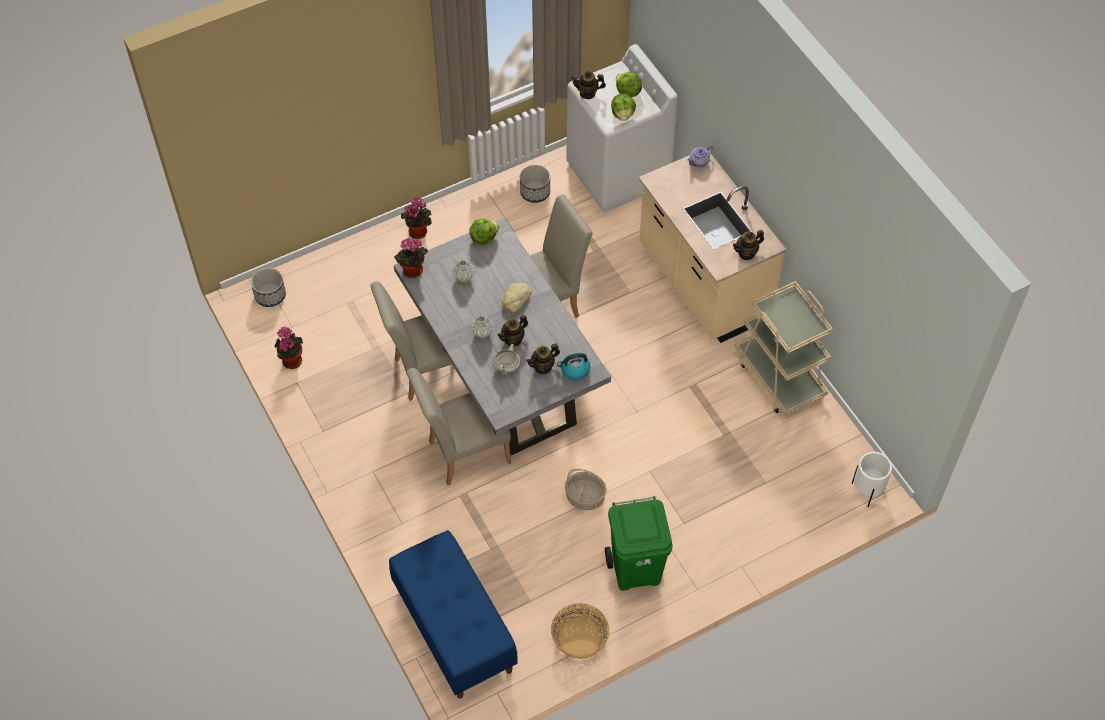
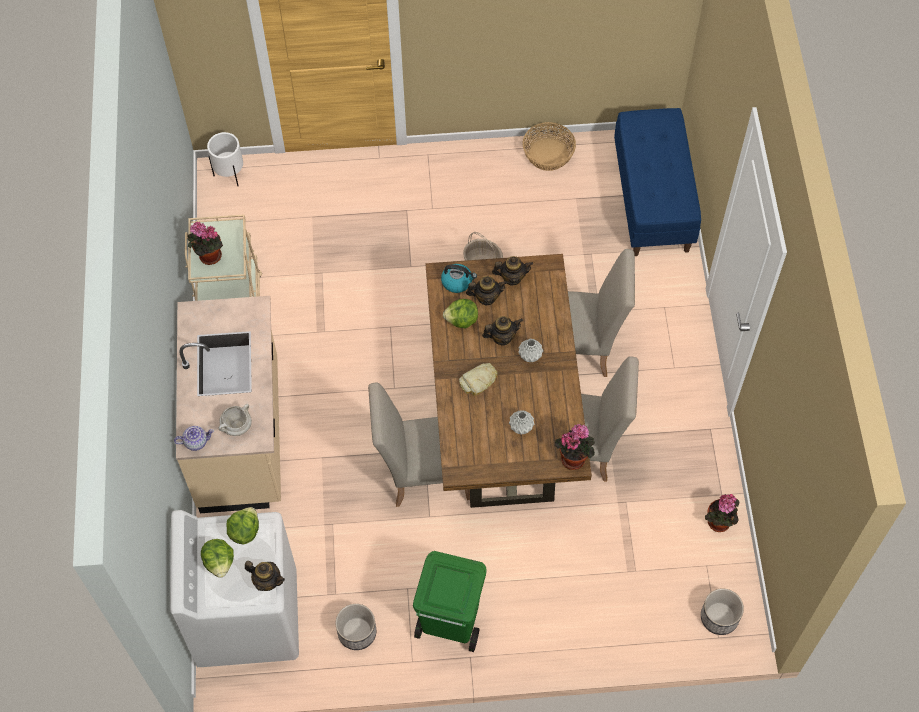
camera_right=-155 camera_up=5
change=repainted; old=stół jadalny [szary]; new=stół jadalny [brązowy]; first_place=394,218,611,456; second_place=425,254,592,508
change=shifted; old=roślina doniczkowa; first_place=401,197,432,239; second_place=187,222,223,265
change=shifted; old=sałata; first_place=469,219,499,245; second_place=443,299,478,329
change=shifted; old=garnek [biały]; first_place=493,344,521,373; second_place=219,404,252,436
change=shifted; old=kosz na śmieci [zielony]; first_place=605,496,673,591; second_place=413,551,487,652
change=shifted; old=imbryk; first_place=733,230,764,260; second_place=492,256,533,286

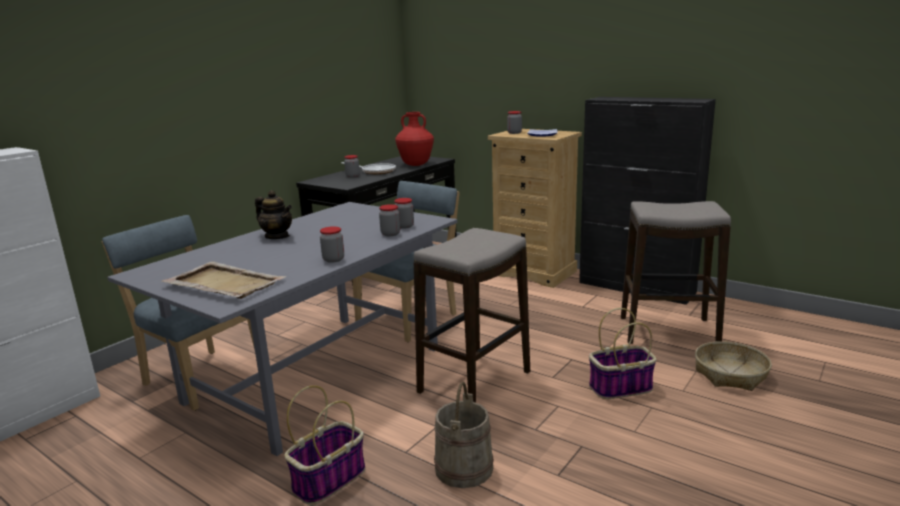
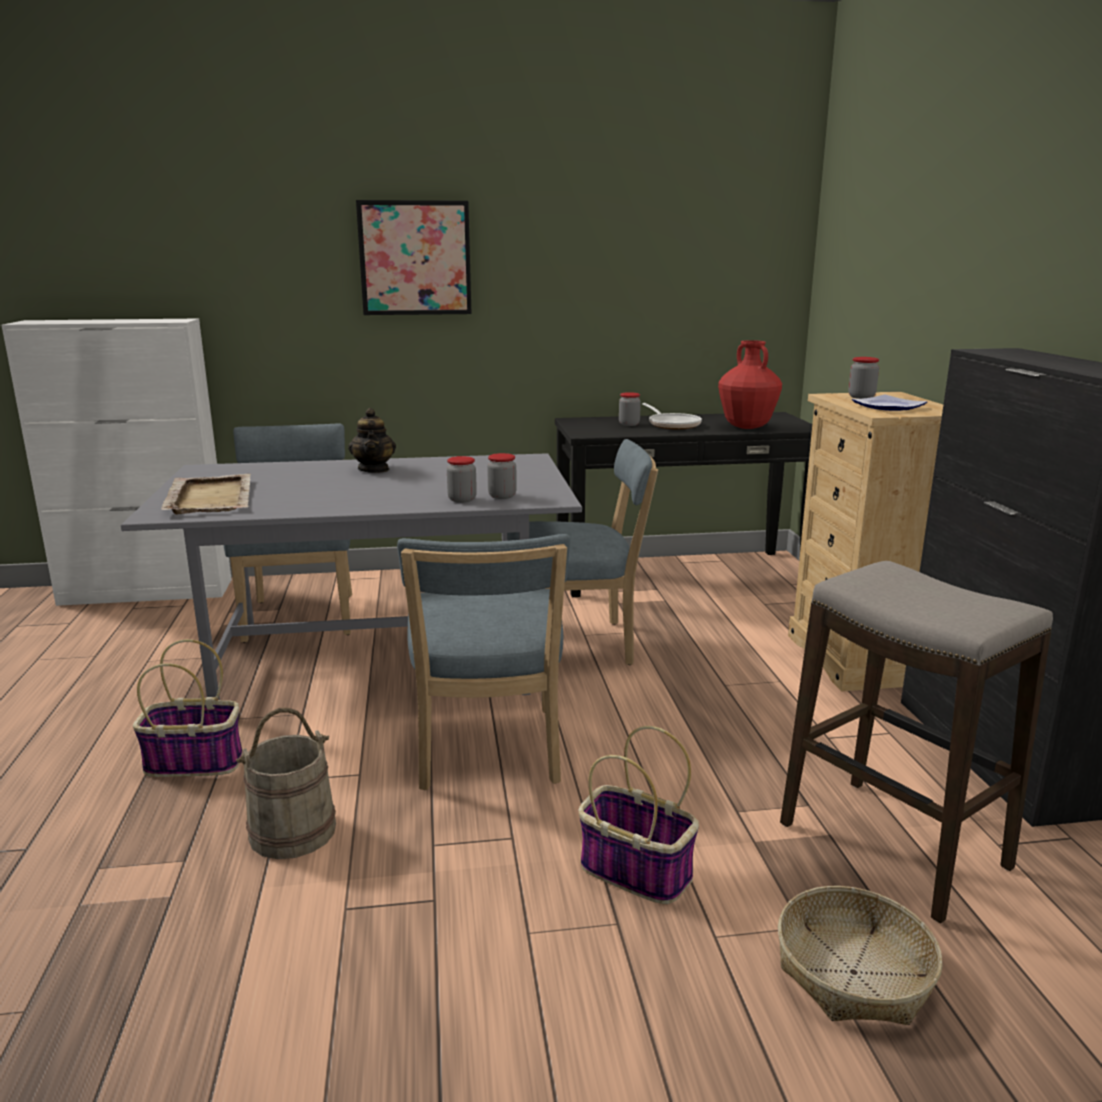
camera_right=45 camera_up=0
change=gone; old=słoik; first_place=320,226,344,263
change=swapped; old=stołek; new=krzesło [niebieski]; first_place=414,228,530,403; second_place=397,534,570,790
change=new; new=obraz; second_place=356,200,472,315

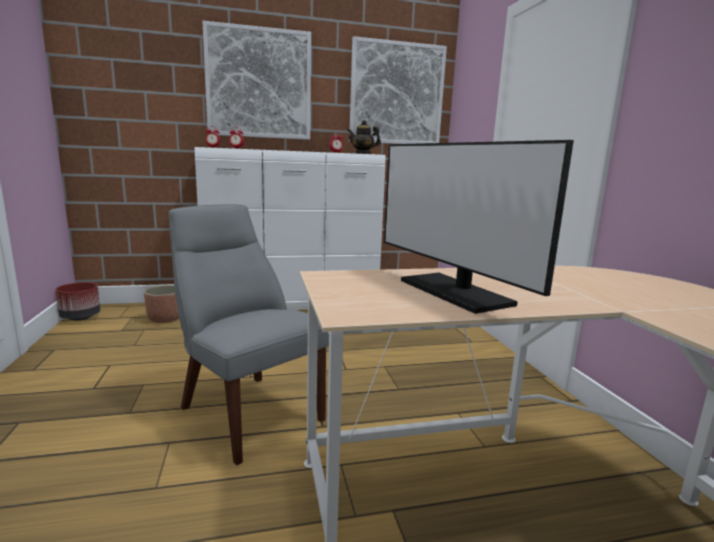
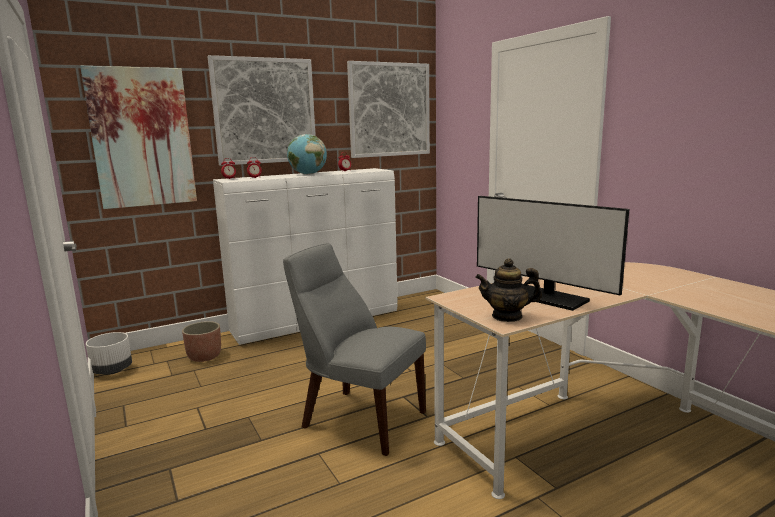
camera_right=-15 camera_up=0
change=repainted; old=donica [czerwony]; new=donica [biały]; first_place=55,282,100,321; second_place=86,332,132,375
change=shifted; old=imbryk; first_place=347,120,381,154; second_place=475,258,542,322
change=new; new=obraz; second_place=80,66,197,209
change=new; new=globus; second_place=287,134,327,175

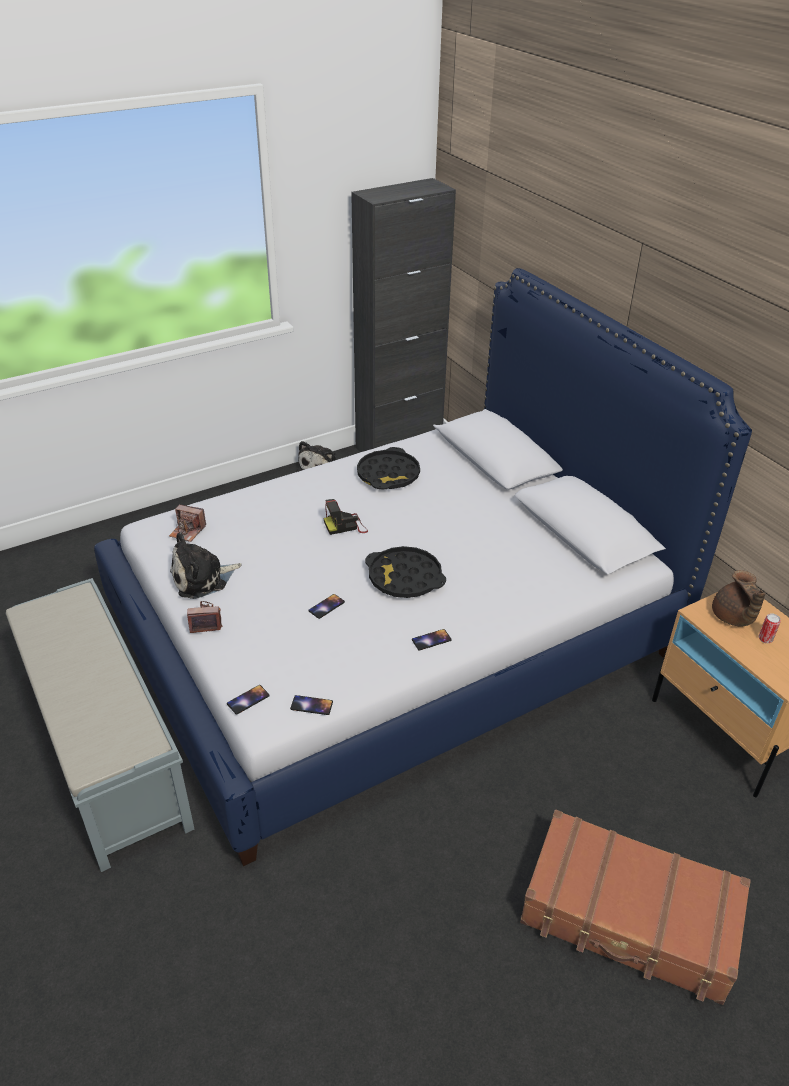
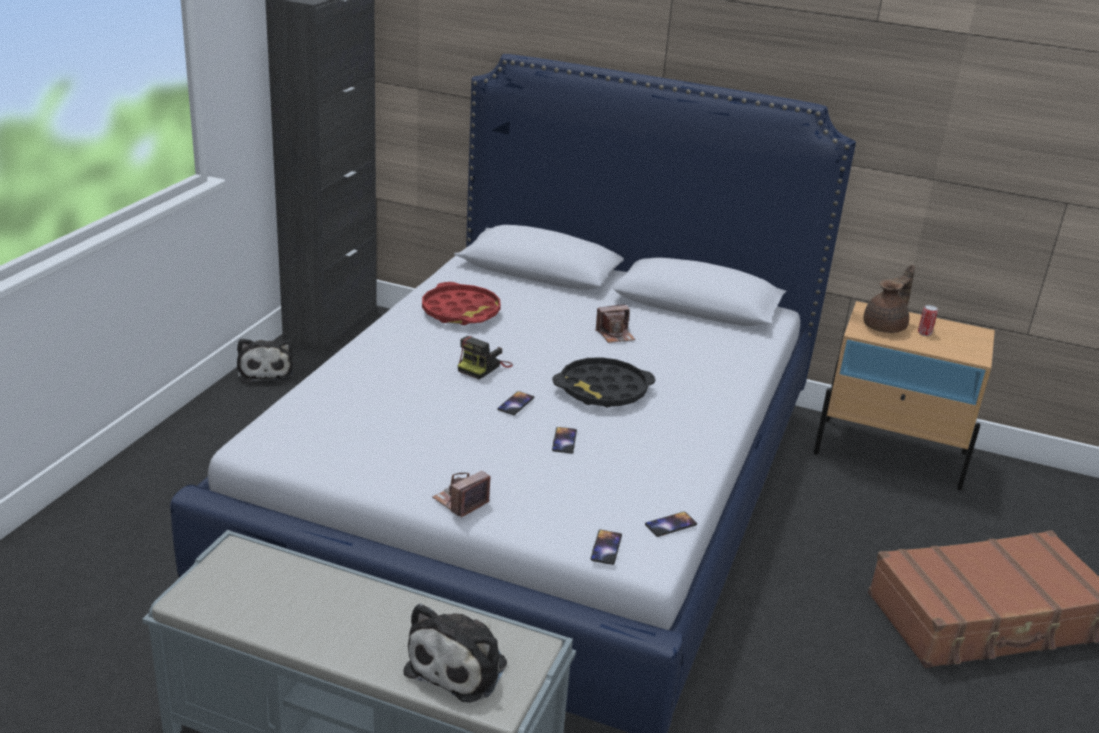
camera_right=-40 camera_up=-10
change=shifted; old=aparat fotograficzny; first_place=169,505,206,542; second_place=596,304,635,343
change=shifted; old=pluszak; first_place=170,532,242,599; second_place=403,604,507,703
change=repainted; old=taca [czarny]; new=taca [czerwony]; first_place=357,447,420,490; second_place=422,282,501,325
change=shifted; old=telefon; first_place=412,629,452,651; second_place=497,391,534,415
change=rotated; old=imbryk [brązowy]; first_place=712,570,765,626; second_place=864,265,915,333; degrees=-90

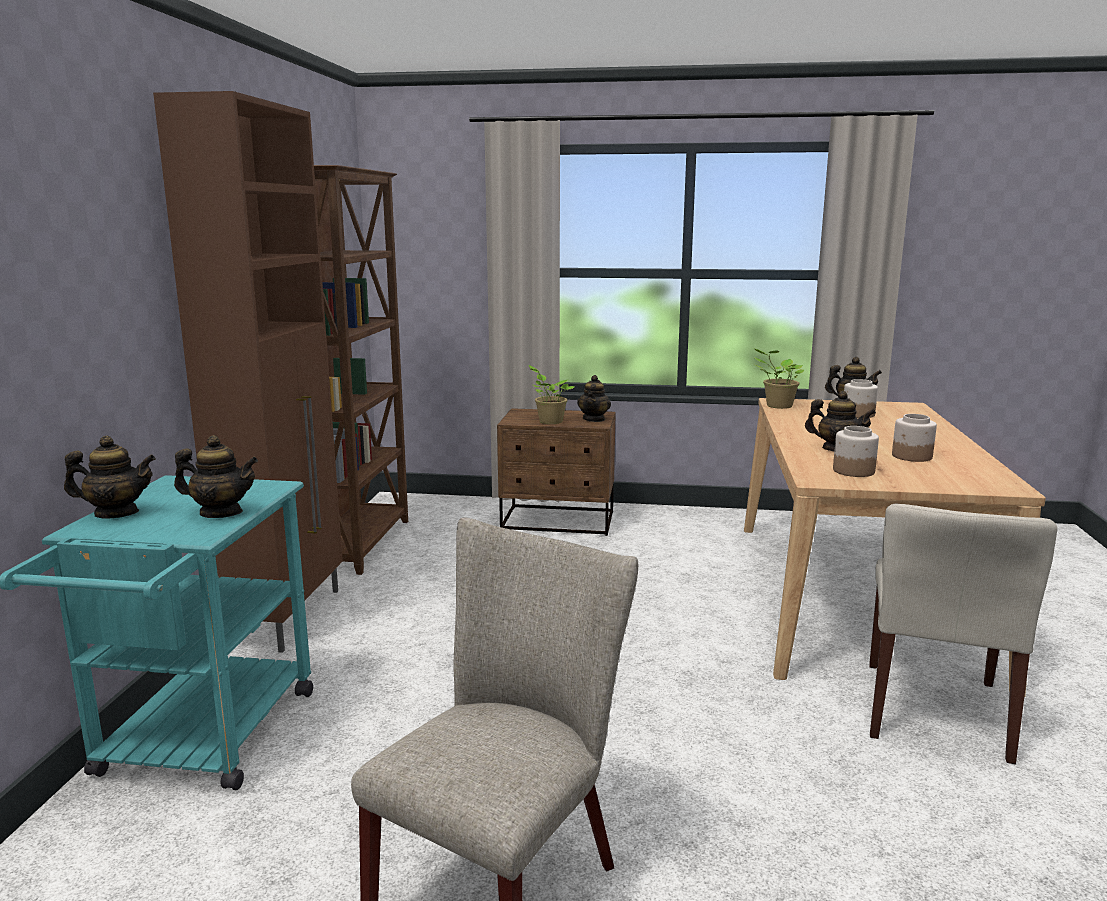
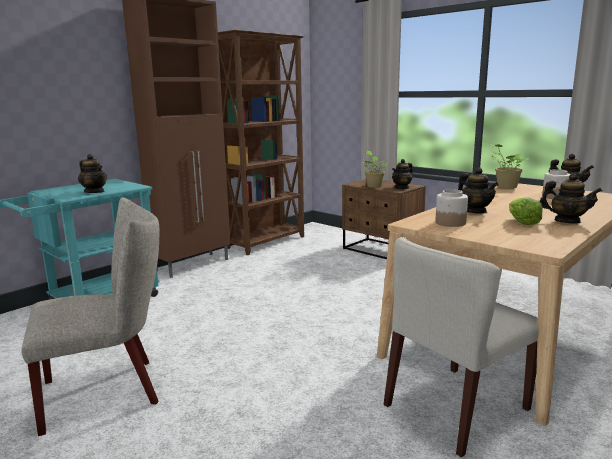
camera_right=35 camera_up=0
change=shifted; old=imbryk; first_place=64,436,156,519; second_place=540,173,602,223
change=swapped; old=słoik; new=sałata; first_place=892,414,937,462; second_place=509,197,543,225

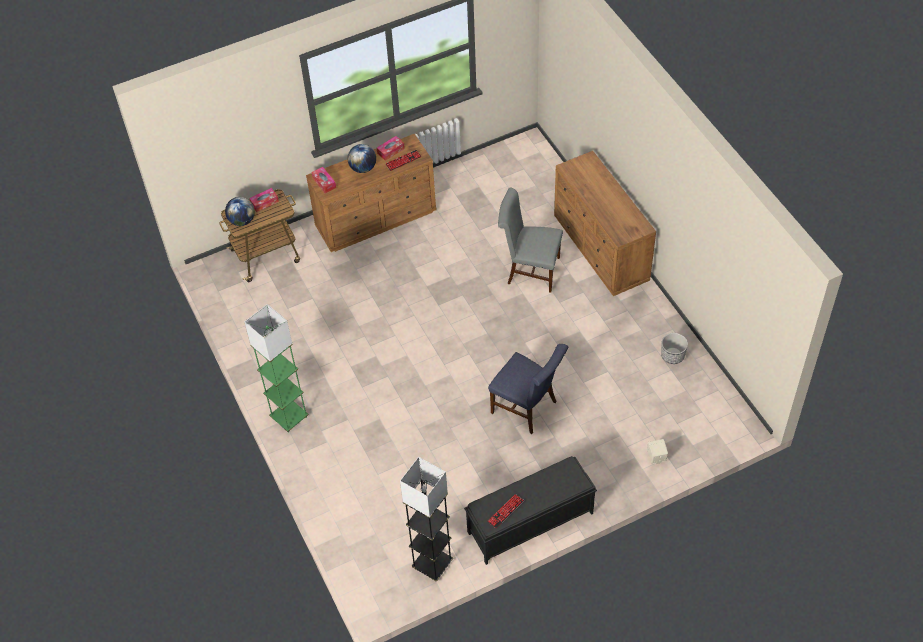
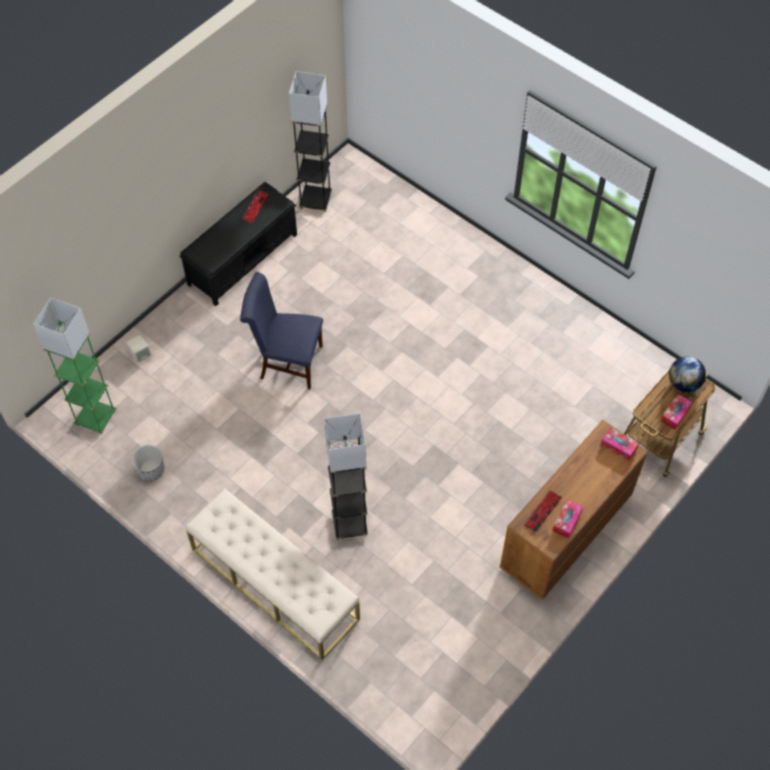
camera_right=155 camera_up=5
change=shifted; old=lampa stojąca [zielony]; first_place=244,304,309,433; second_place=33,298,116,434
change=gone; old=globus; first_place=348,144,376,173
change=swapped; old=krzesło [szary]; new=lampa stojąca [szary]; first_place=498,188,563,293; second_place=324,413,368,540
change=swapped; old=komoda [brązowy]; new=ławka [beżowy]; first_place=554,151,656,296; second_place=186,488,360,660

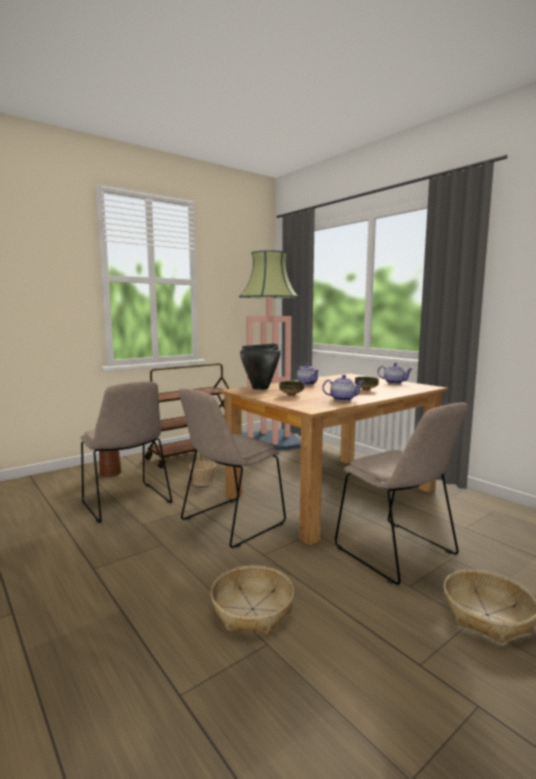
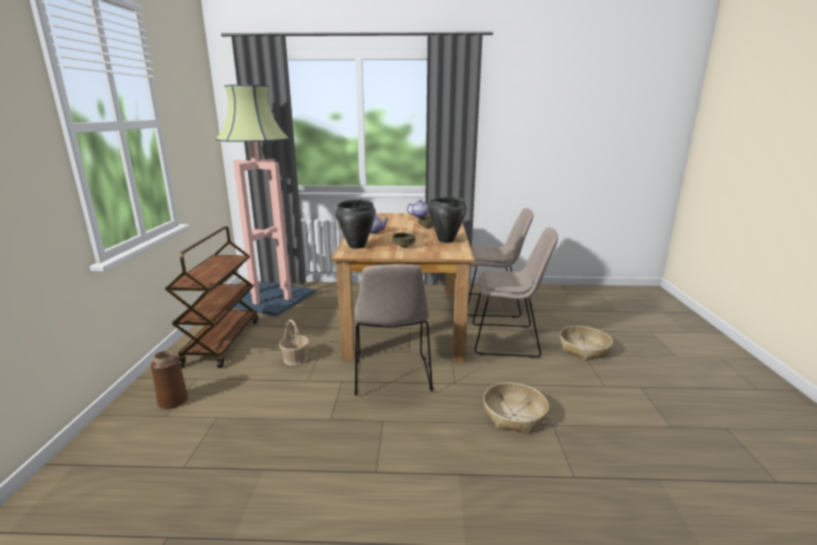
camera_right=-50 camera_up=10
change=shifted; old=krzesło [beżowy]; first_place=81,382,172,523; second_place=467,208,533,318
change=swapped; old=imbryk; new=garnek [czarny]; first_place=322,375,364,401; second_place=428,197,467,243

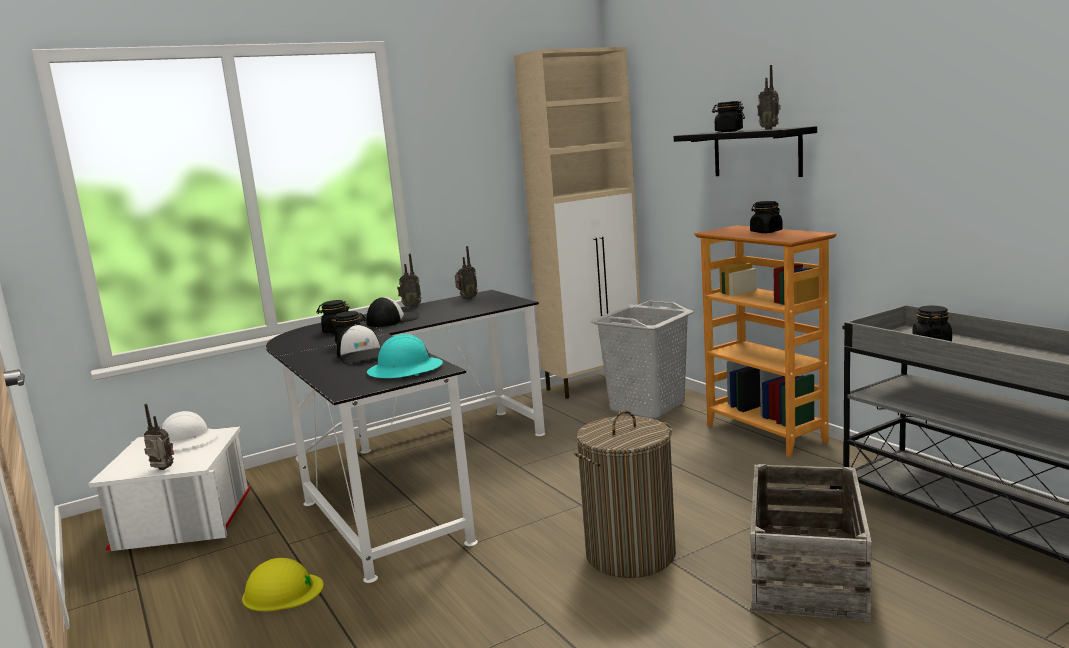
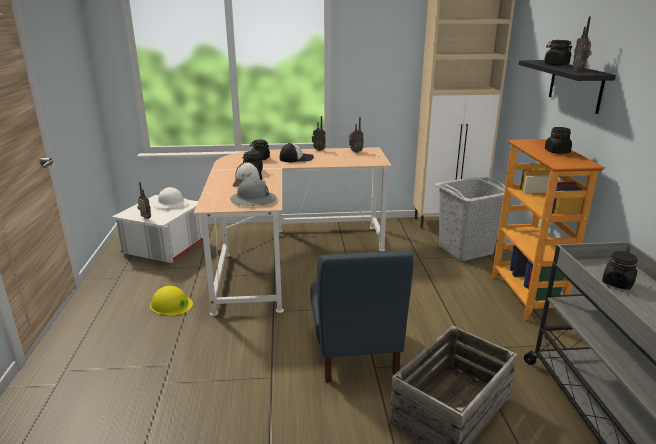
camera_right=25 camera_up=10
change=repainted; old=biurko [czarny]; new=biurko [beżowy]; first_place=266,290,545,583; second_place=194,147,392,316
change=repainted; old=kask [turkusowy]; new=kask [szary]; first_place=367,334,443,378; second_place=230,178,277,206
change=swapped; old=kosz na pranie; new=krzesło [niebieski]; first_place=574,410,676,578; second_place=310,250,414,383

